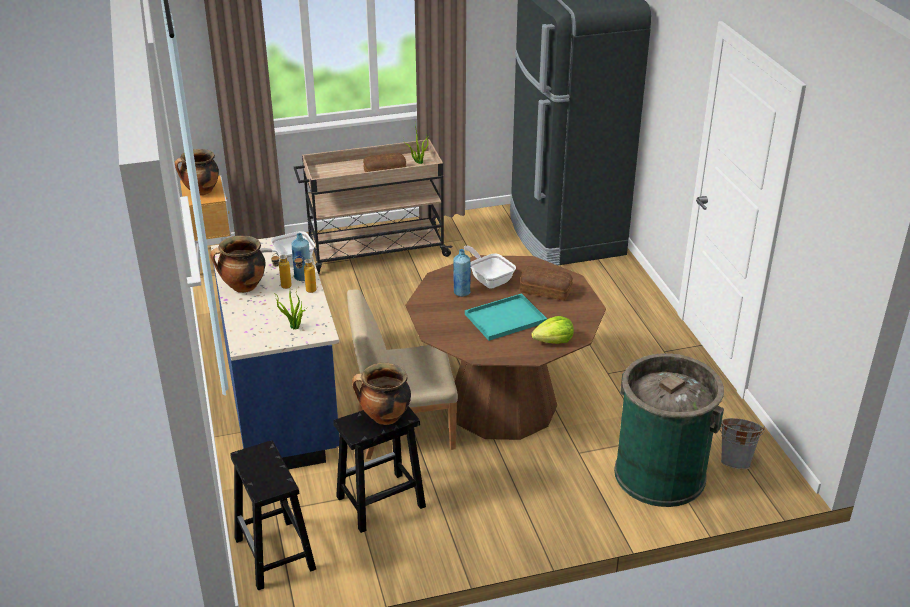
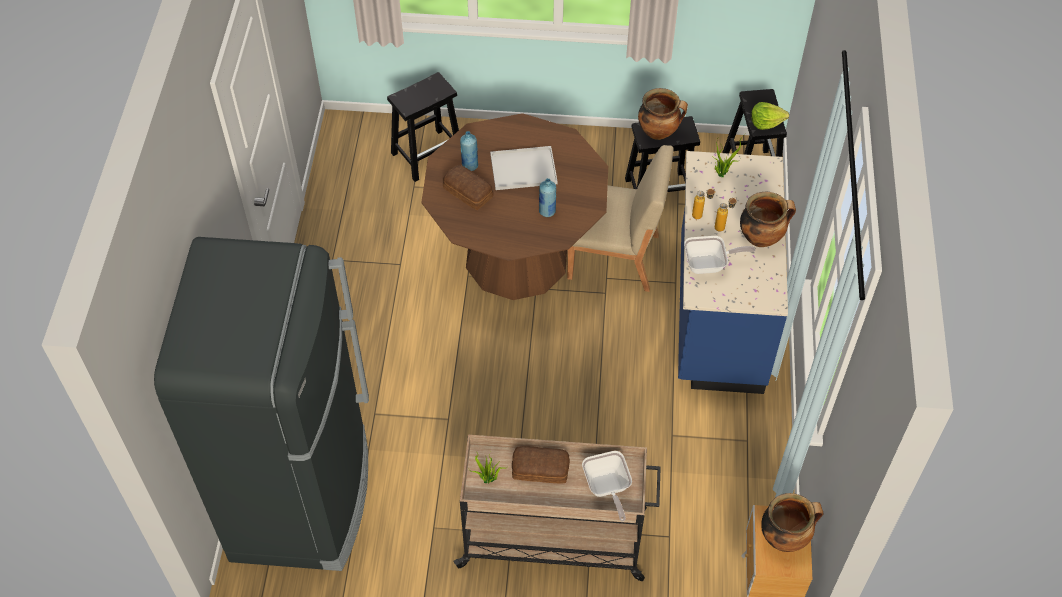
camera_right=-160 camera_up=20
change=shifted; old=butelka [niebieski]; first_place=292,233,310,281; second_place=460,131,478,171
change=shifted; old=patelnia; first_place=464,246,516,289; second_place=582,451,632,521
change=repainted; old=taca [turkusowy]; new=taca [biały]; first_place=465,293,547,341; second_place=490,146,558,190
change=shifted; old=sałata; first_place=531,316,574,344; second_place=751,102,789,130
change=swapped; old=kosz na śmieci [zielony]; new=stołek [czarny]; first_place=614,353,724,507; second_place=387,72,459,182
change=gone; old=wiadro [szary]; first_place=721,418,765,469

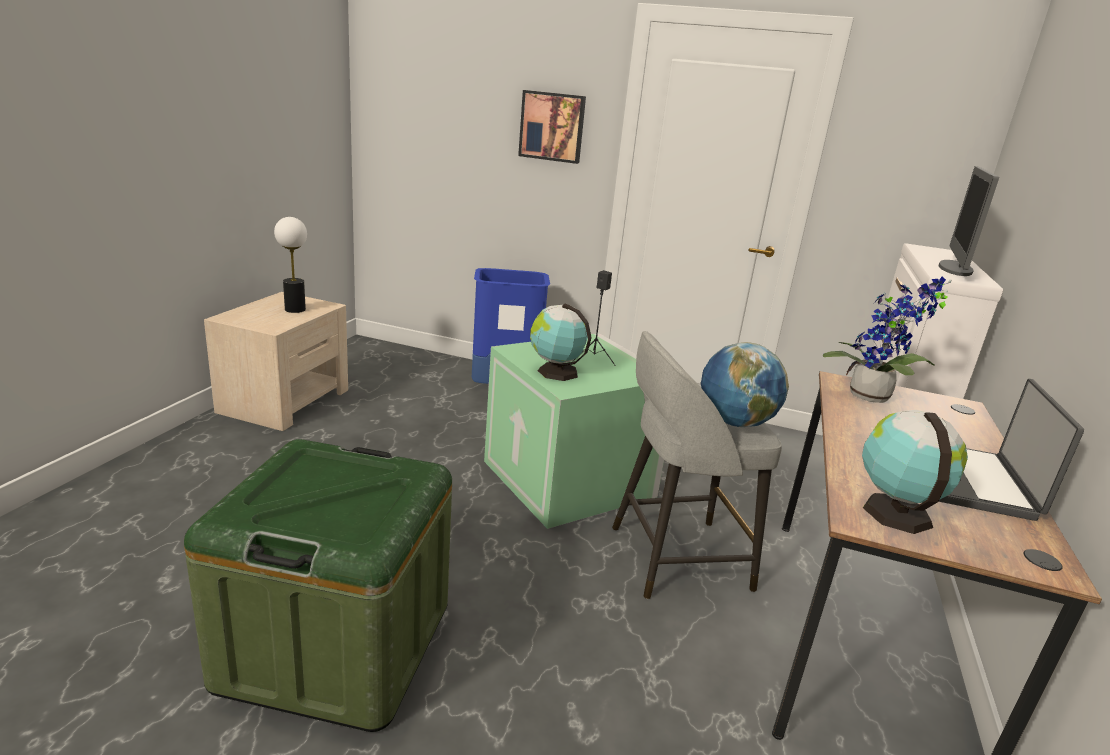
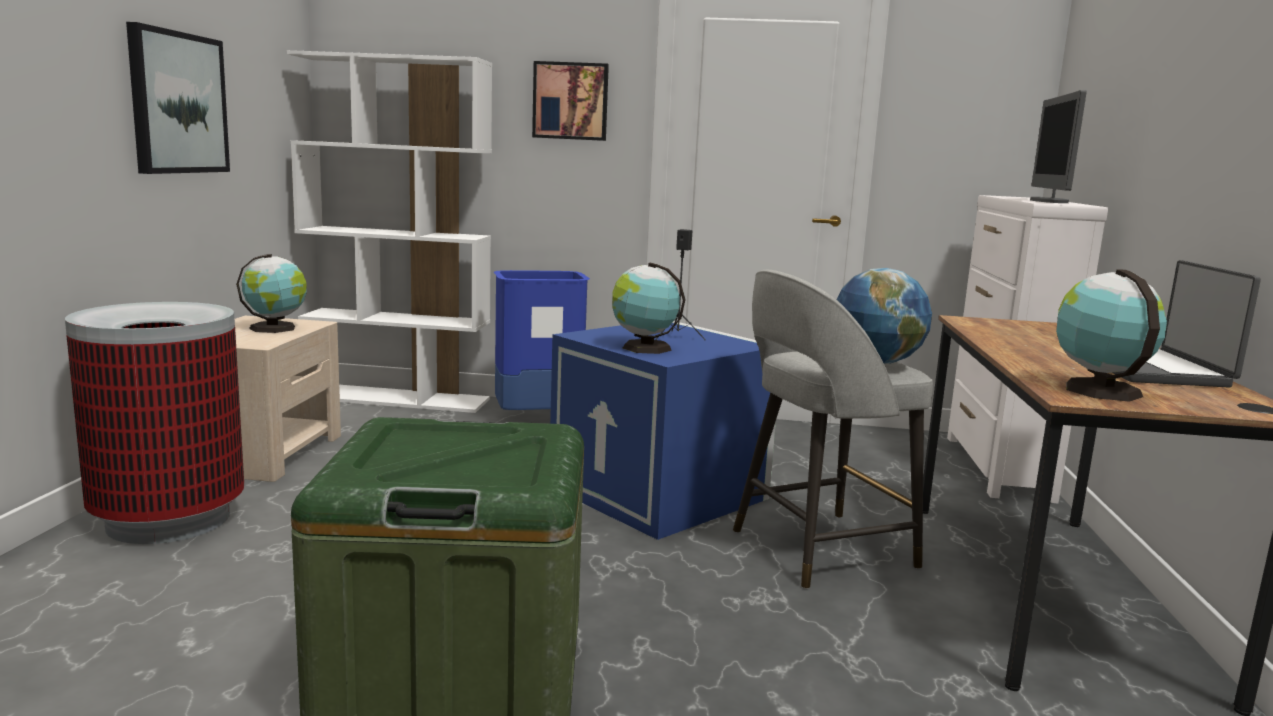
camera_right=-10 camera_up=-10
change=swapped; old=lampa stołowa; new=globus; first_place=274,217,307,313; second_place=236,254,307,333
change=repainted; old=pojemnik do przechowywania [zielony]; new=pojemnik do przechowywania [niebieski]; first_place=484,333,664,529; second_place=550,321,776,540
change=gone; old=roślina doniczkowa; first_place=823,277,952,403
change=new; new=kosz na śmieci; second_place=65,302,244,544
change=new; new=obraz; second_place=126,22,230,174
change=new; new=regał [biały]; second_place=287,50,492,413

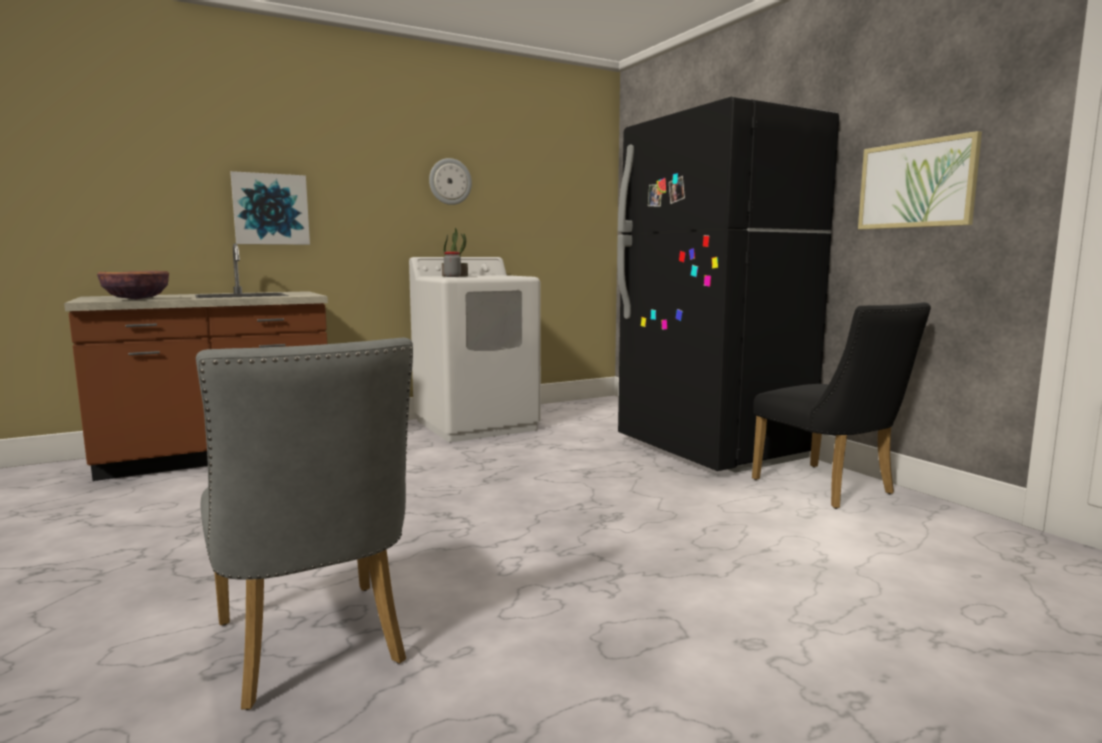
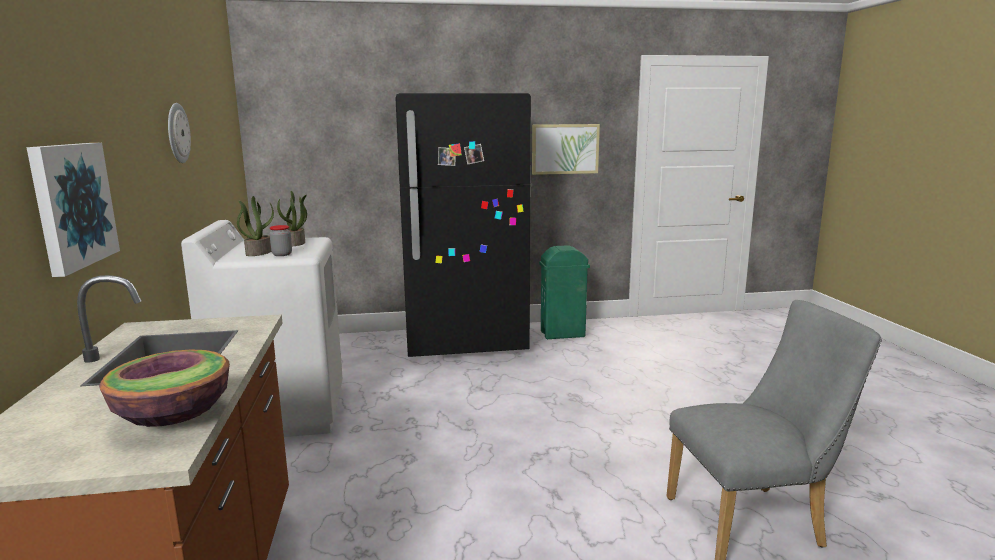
camera_right=-70 camera_up=5
change=swapped; old=krzesło [czarny]; new=kosz na śmieci [zielony]; first_place=752,302,931,509; second_place=539,245,590,339
change=new; new=roślina doniczkowa; second_place=277,191,307,246

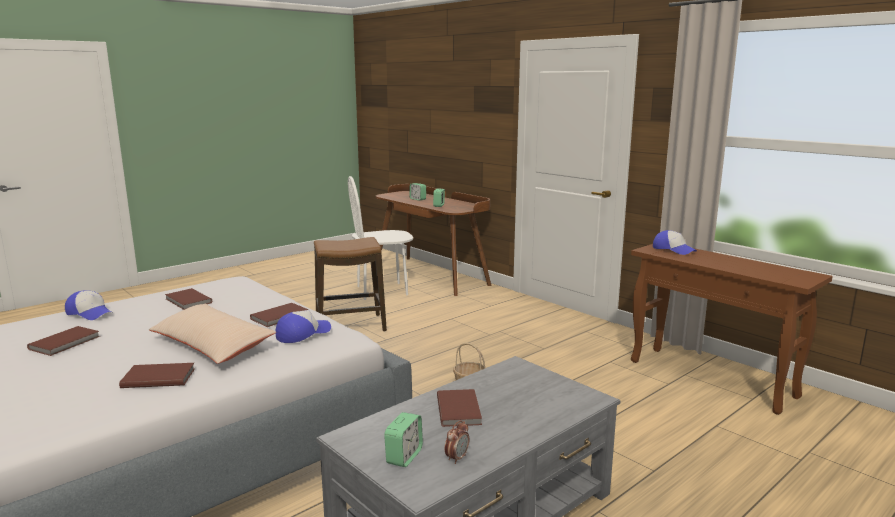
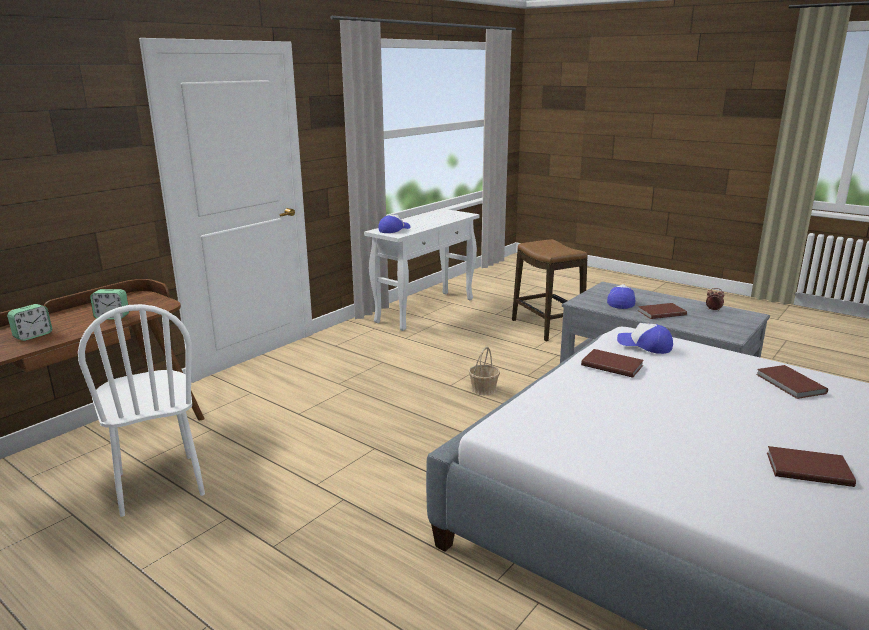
camera_right=-100 camera_up=5
change=shifted; old=czapka z daszkiem; first_place=65,290,111,320; second_place=607,284,635,309
change=gone; old=poduszka [beżowy]; first_place=149,304,276,364
change=gone; old=książka [brązowy]; first_place=165,288,212,310
change=shifted; old=stołek; first_place=314,237,387,331; second_place=512,239,588,341
change=gone; old=budzik; first_place=384,412,423,467
change=repainted; old=stolik konsolowy [brązowy]; new=stolik konsolowy [biały]; first_place=631,244,833,415; second_place=364,209,480,331

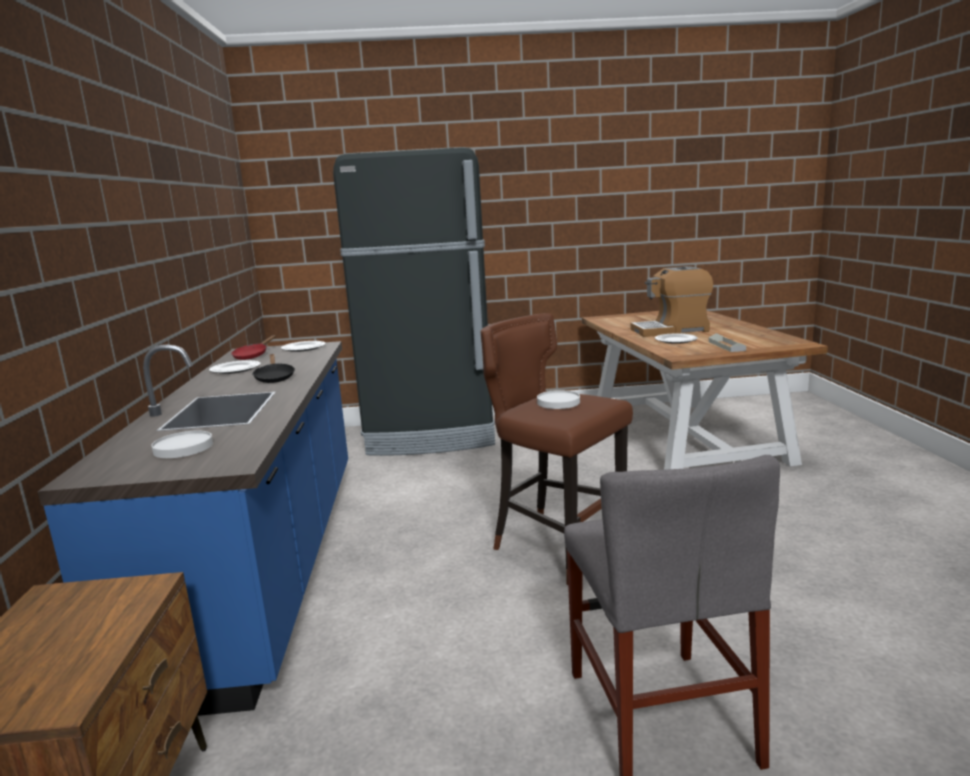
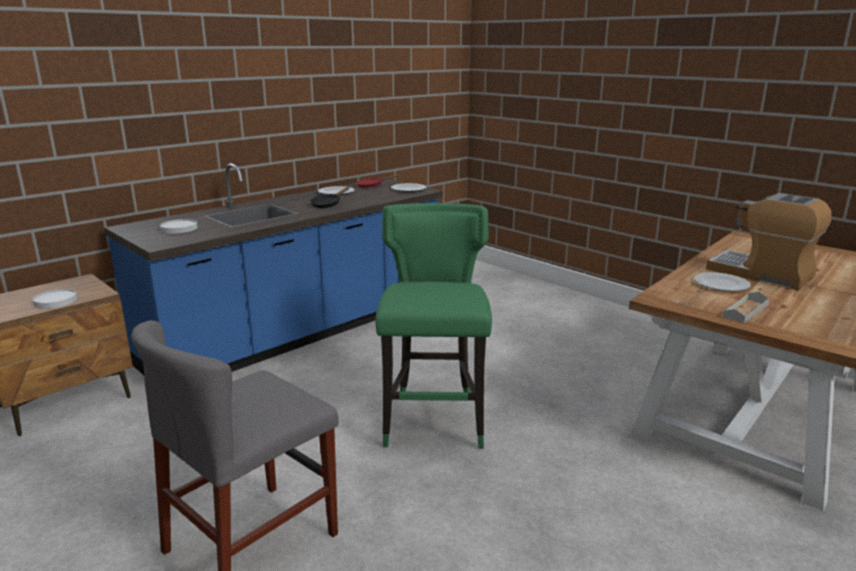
camera_right=50 camera_up=5
change=gone; old=lodówka [czarny]; first_place=333,147,495,456
change=repainted; old=stołek [brązowy]; new=stołek [zielony]; first_place=480,313,633,585; second_place=375,203,492,449
change=shifted; old=talerz [biały]; first_place=537,390,580,409; second_place=33,289,77,309

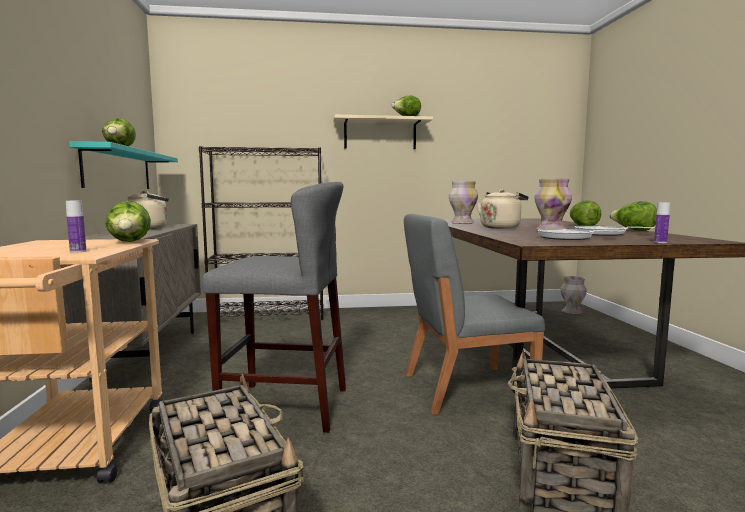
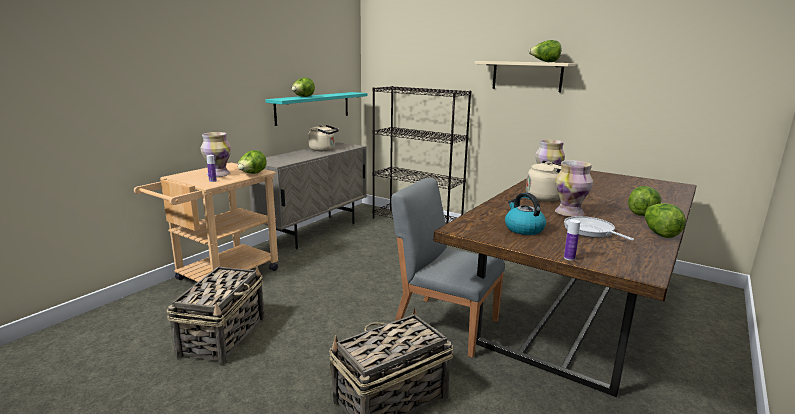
camera_right=40 camera_up=10
change=gone; old=stołek [szary]; first_place=202,182,346,433
change=swapped; old=patelnia; new=czajnik; first_place=538,229,625,240; second_place=505,193,546,235
change=shifted; old=wazon; first_place=561,276,587,314; second_place=201,132,231,177

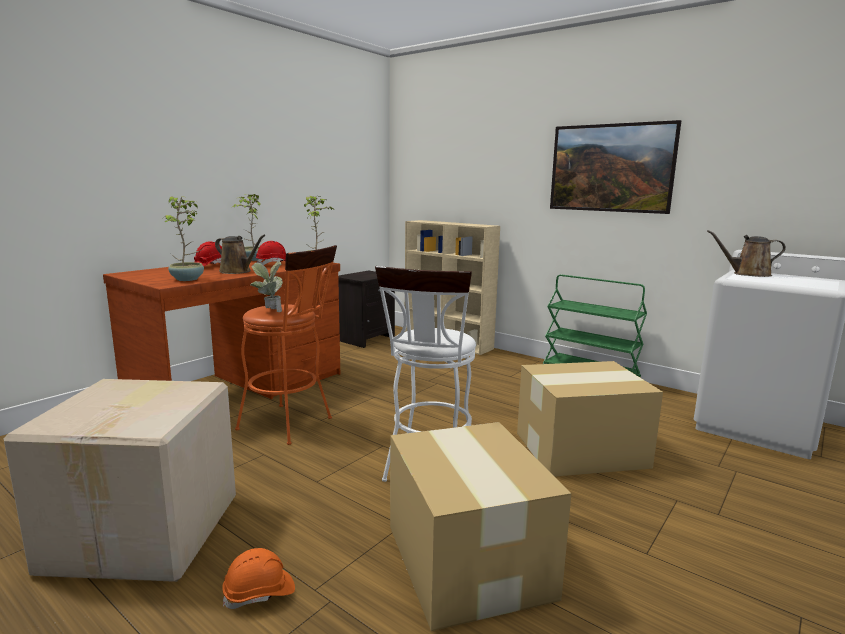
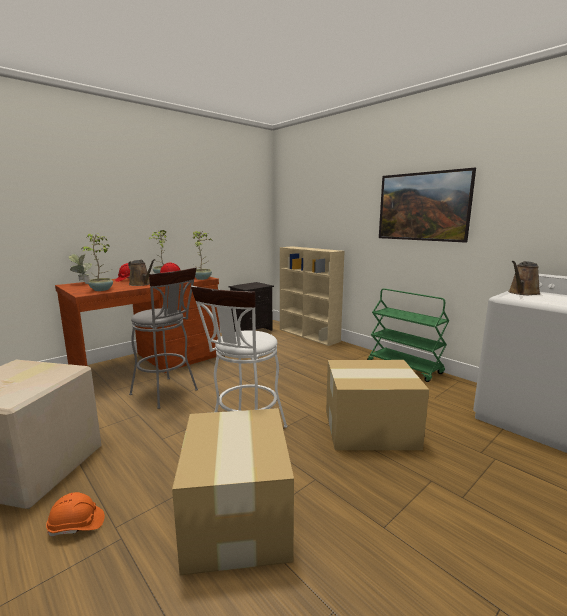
camera_right=10 camera_up=0
change=repainted; old=stołek [pomarańczowy]; new=stołek [szary]; first_place=235,245,337,445; second_place=129,267,198,409
change=shifted; old=roślina doniczkowa; first_place=250,261,283,312; second_place=68,253,93,284
change=rotated; old=konewka [brązowy]; first_place=707,230,786,277; second_place=508,261,540,295; degrees=-60

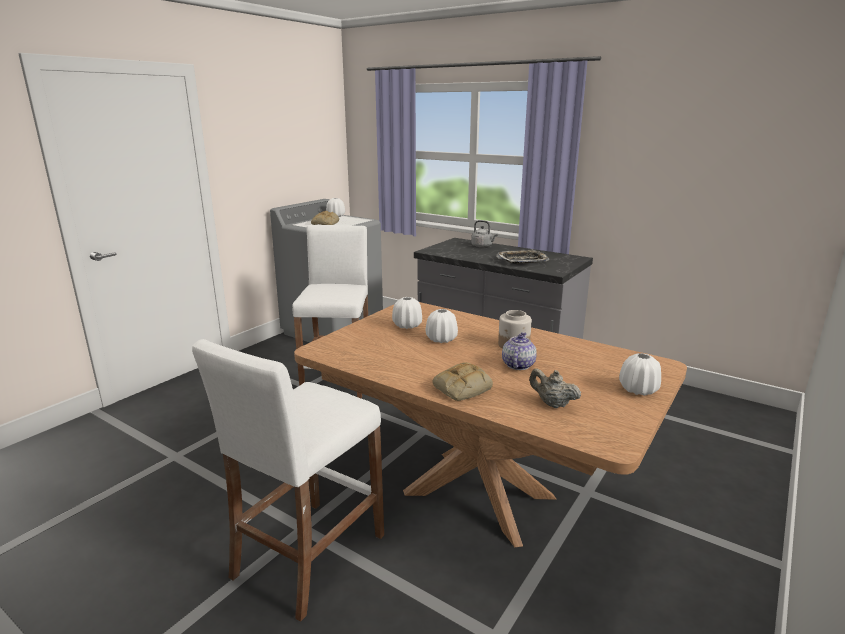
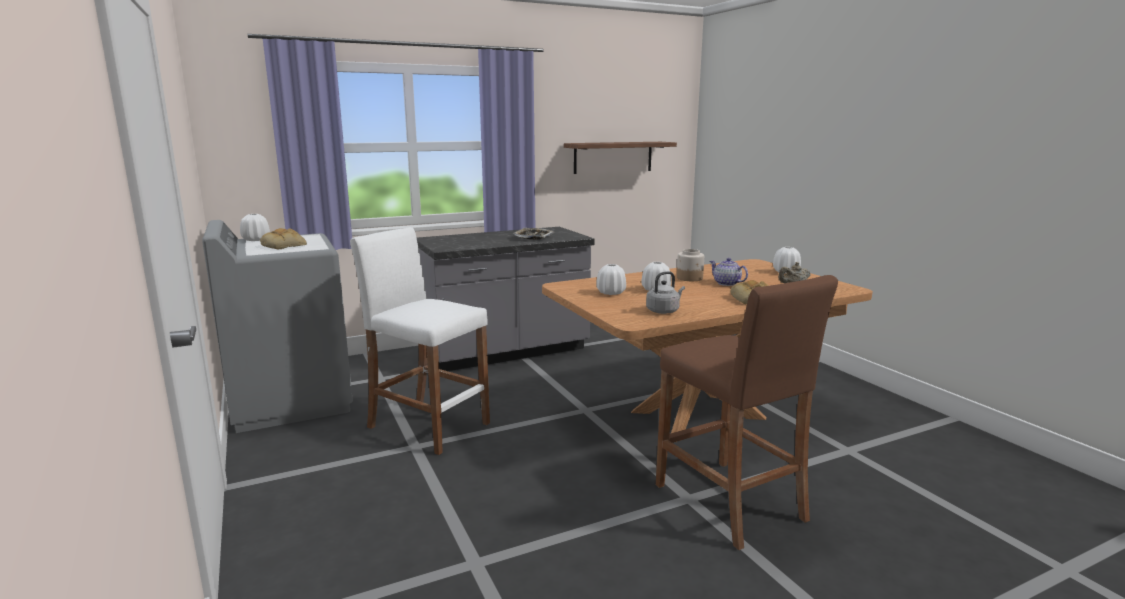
camera_right=-60 camera_up=-5
change=repainted; old=stołek [biały]; new=stołek [brązowy]; first_place=192,339,384,622; second_place=656,275,838,550
change=shifted; old=czajnik [szary]; first_place=471,220,498,247; second_place=646,271,685,314
change=new; new=półka; second_place=564,142,677,174

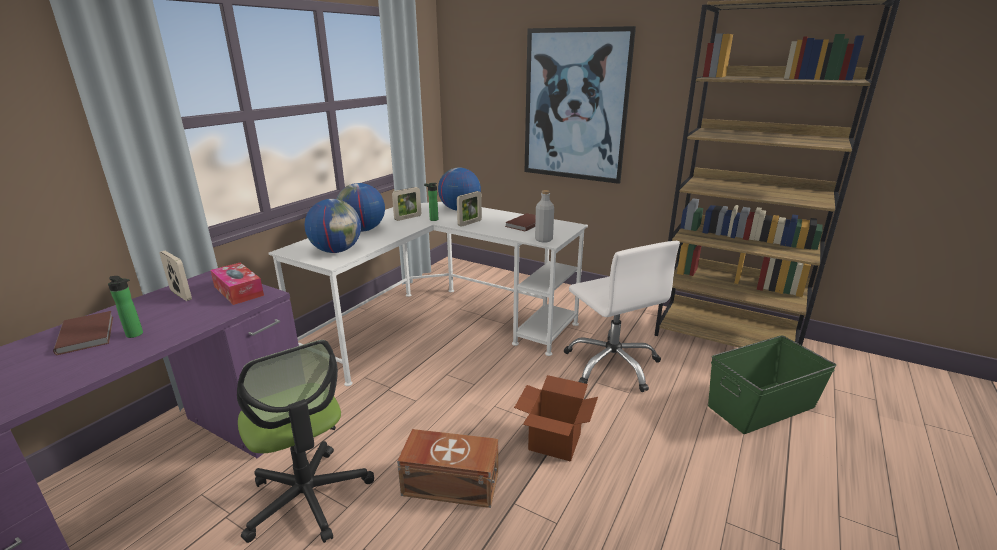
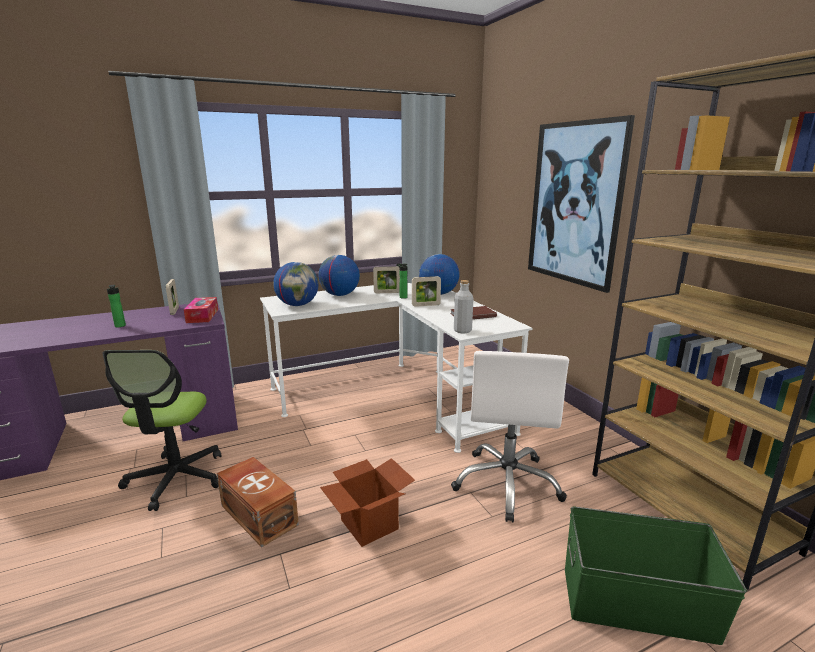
camera_right=35 camera_up=-5
change=gone; old=książka [brązowy]; first_place=53,311,113,355

